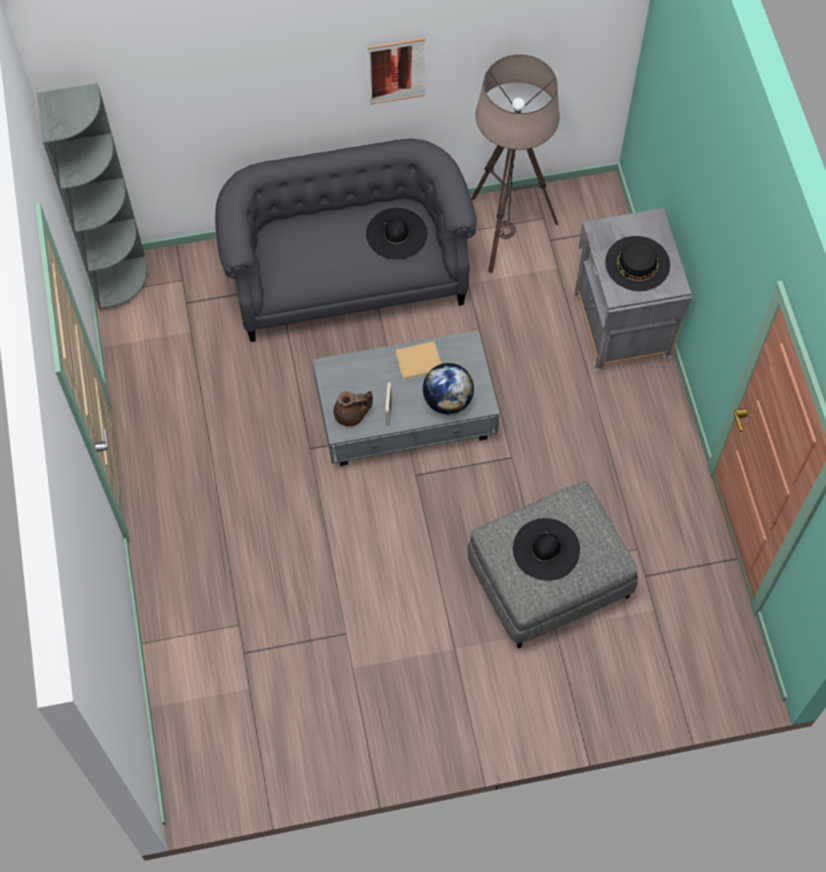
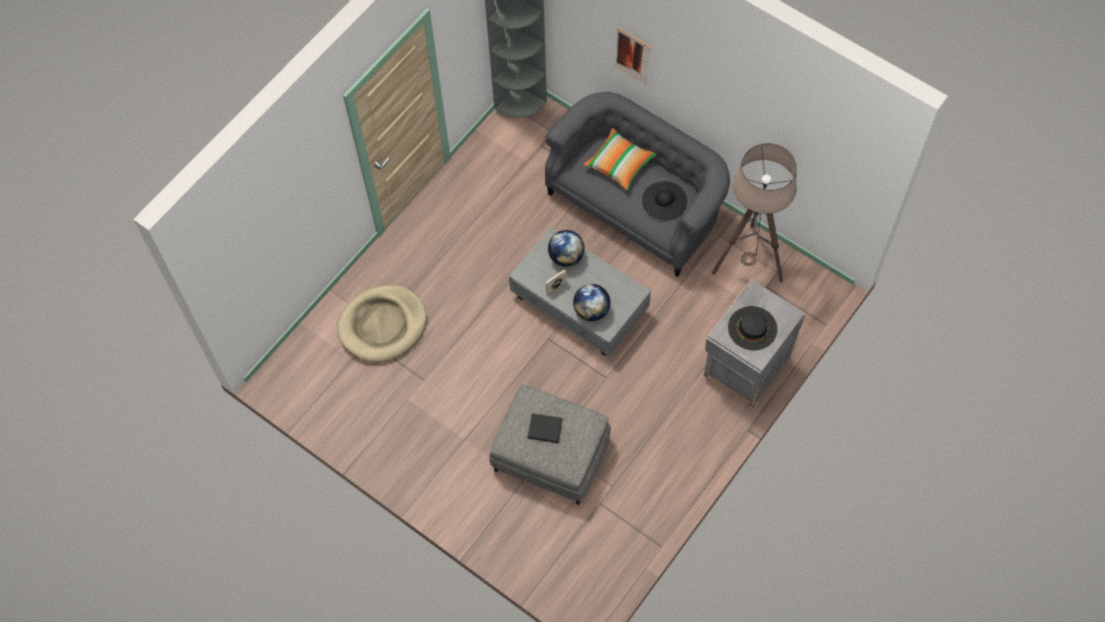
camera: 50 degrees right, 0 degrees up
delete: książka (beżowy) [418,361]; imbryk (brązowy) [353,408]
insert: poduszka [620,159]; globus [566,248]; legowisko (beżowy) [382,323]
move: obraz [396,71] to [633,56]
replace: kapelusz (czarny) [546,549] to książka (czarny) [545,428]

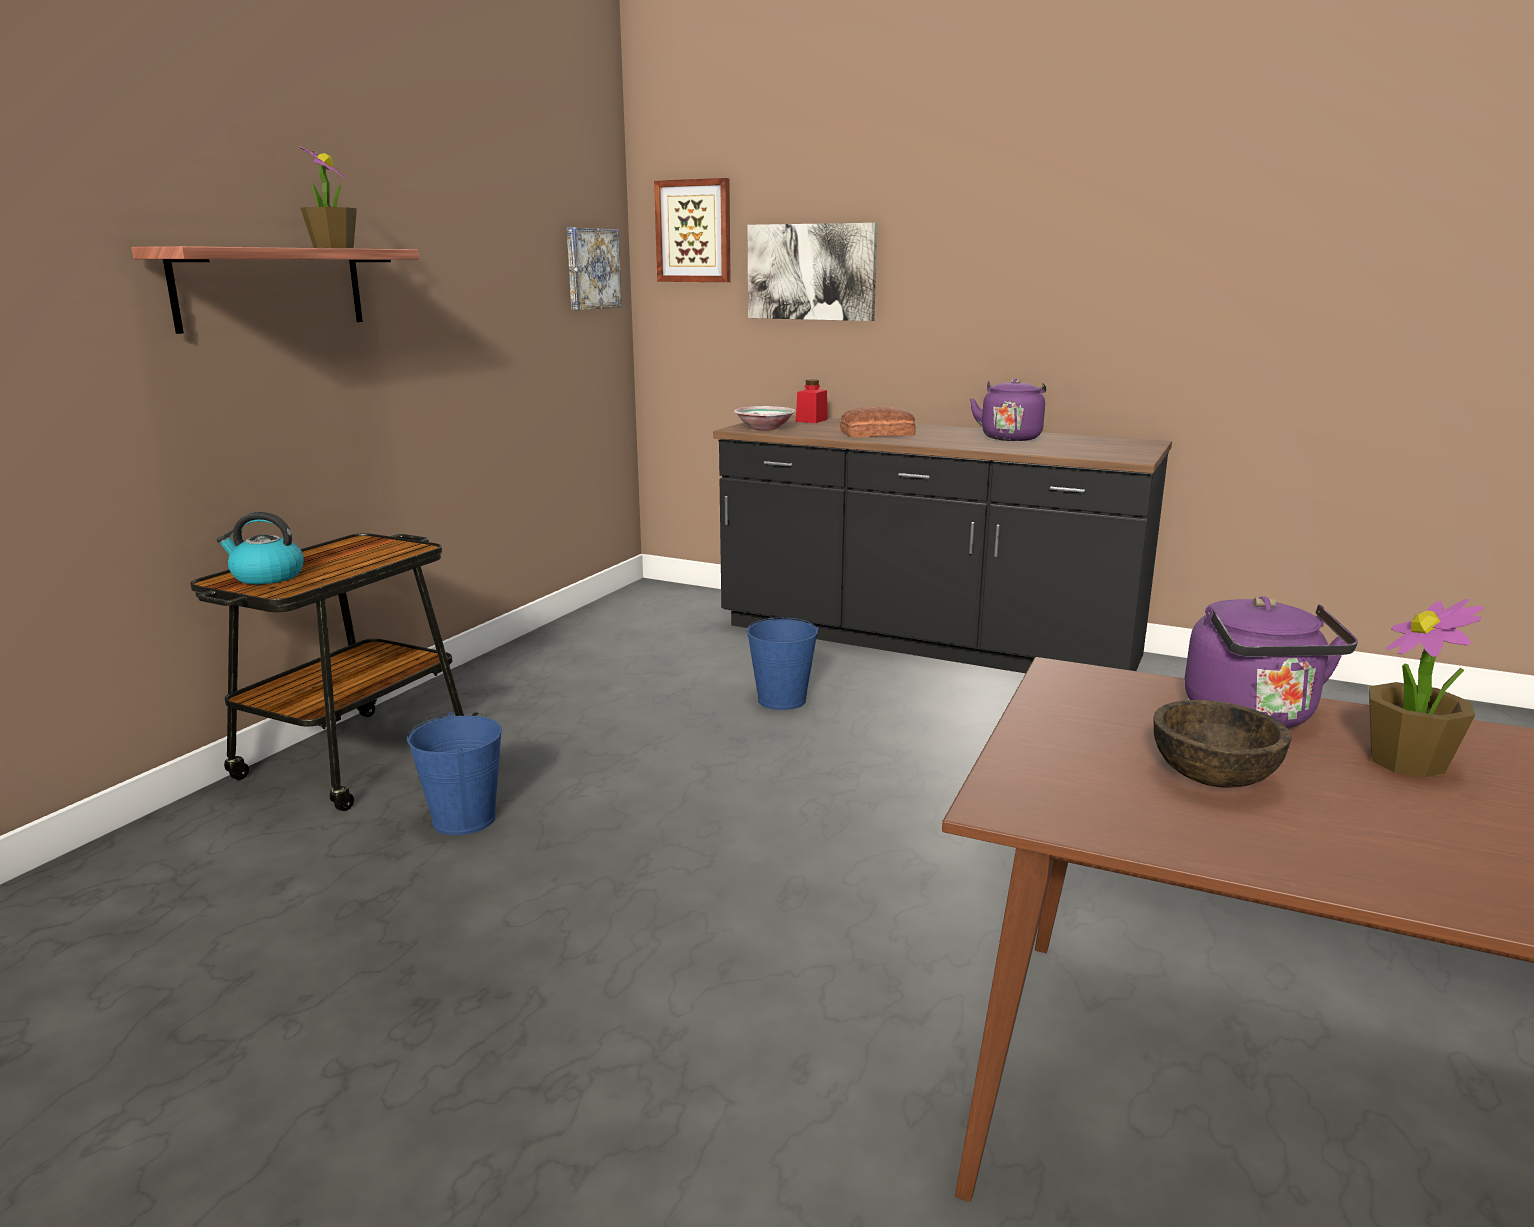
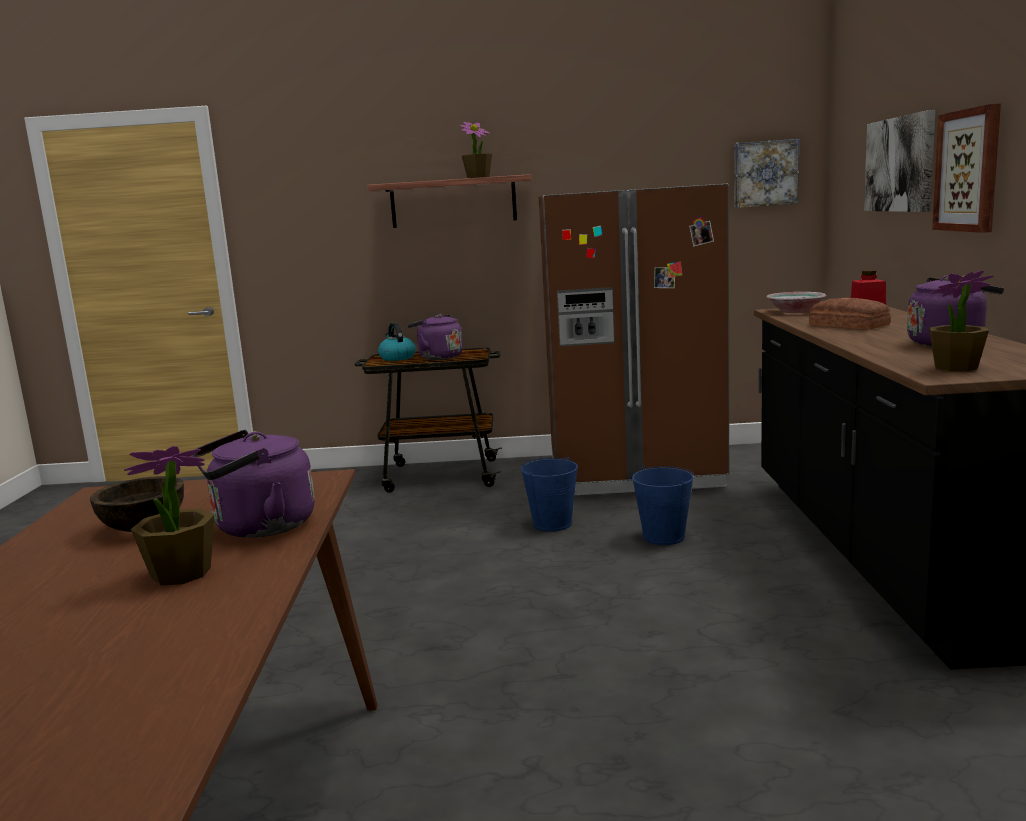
camera: 65 degrees right, 5 degrees down
insert: lodówka (brązowy) [634,339]; roślina doniczkowa [961,320]; czajnik (fioletowy) [435,337]
move: obraz [692,230] to [966,168]; wiadro (niebieski) [454,773] to [549,494]

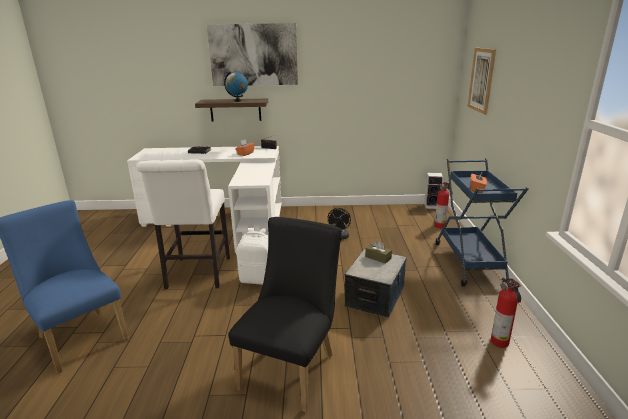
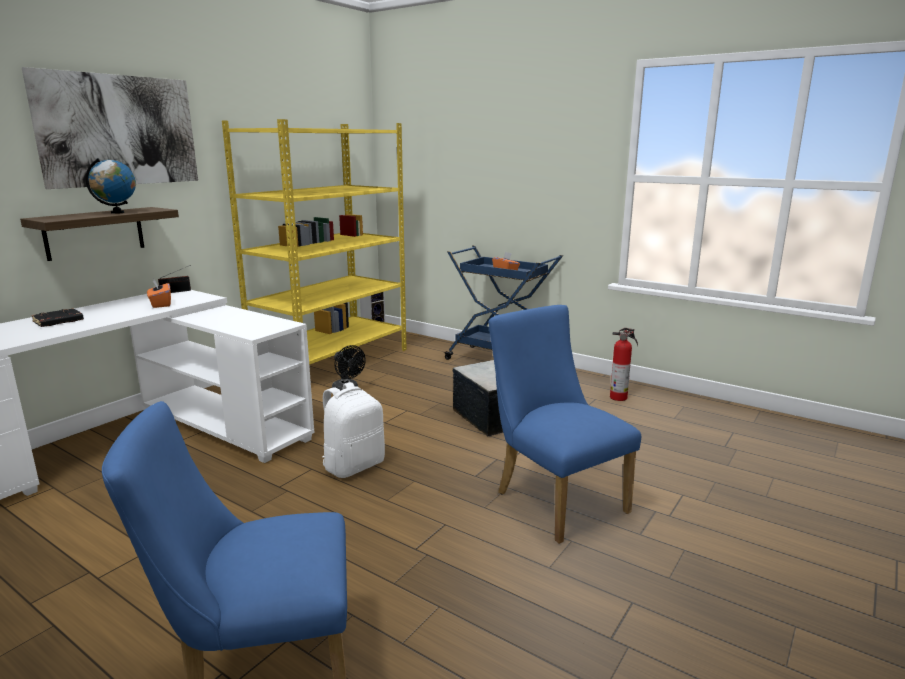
camera: 55 degrees left, 5 degrees down
delete: obraz [482,81]; stołek (biały) [183,224]; gaśnica [443,205]; pudełko chusteczek (brązowy) [378,252]
insert: regał (żółty) [314,242]
recolor: krzesło (czarny) [285,314] to krzesło (niebieski) [565,424]

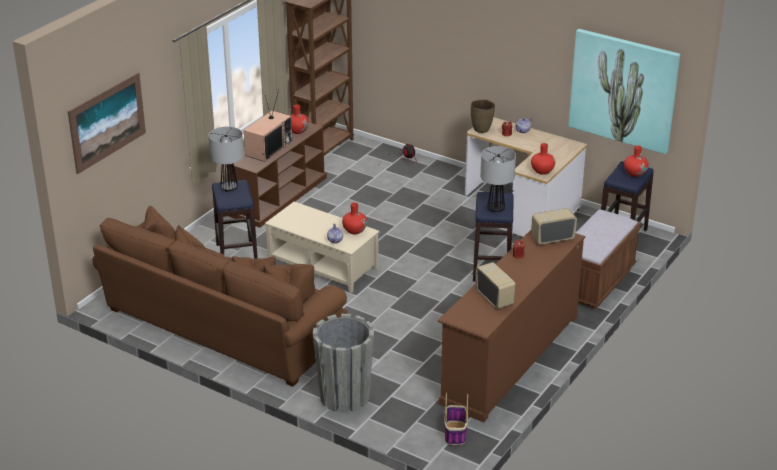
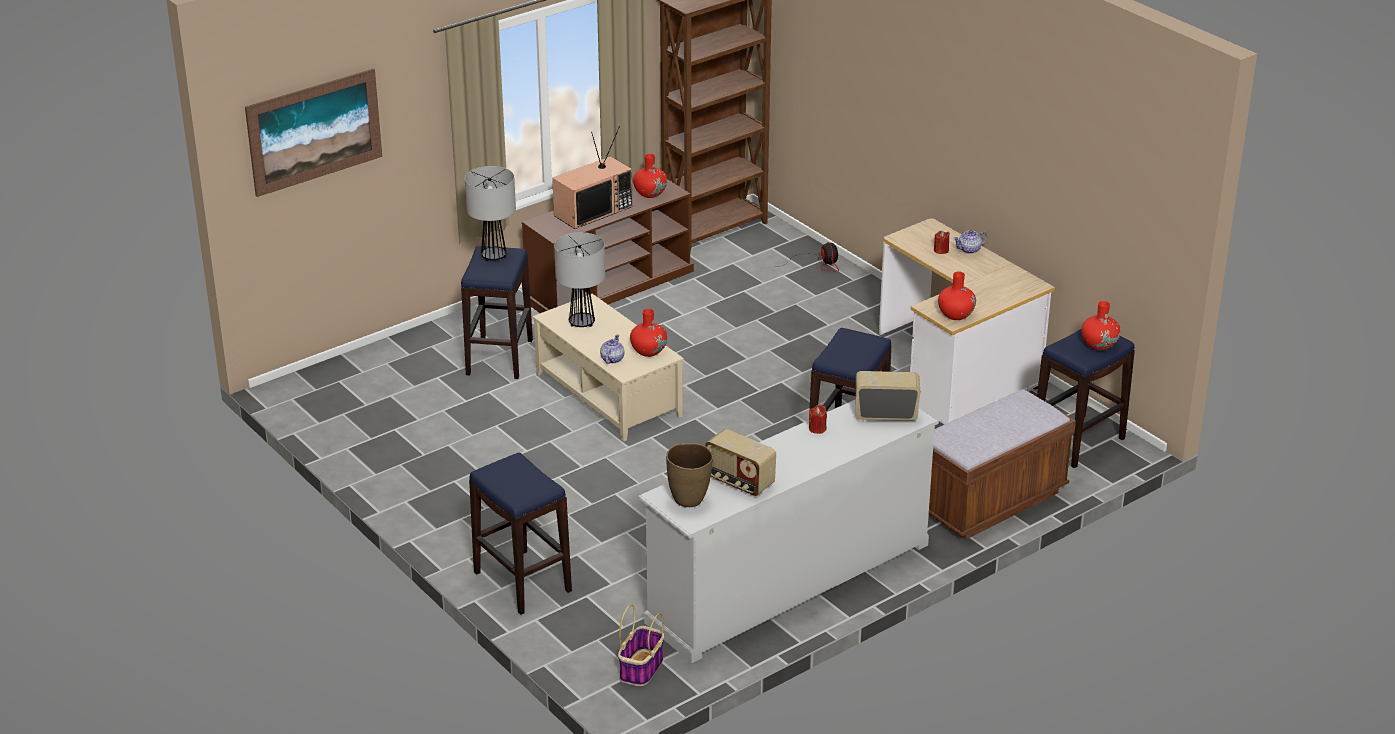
camera: 20 degrees right, 0 degrees up
delete: obraz [624,91]; kanapa (brązowy) [219,296]
move: wazon (brązowy) [483,116] to [689,475]; lampa stołowa [498,179] to [579,279]
replace: donica (szary) [343,363] to stołek [520,534]
recolor: szafka (brązowy) [511,326] to szafka (biały) [788,531]
rotate: radio [495,285] = [740,462] 135 degrees clockwise

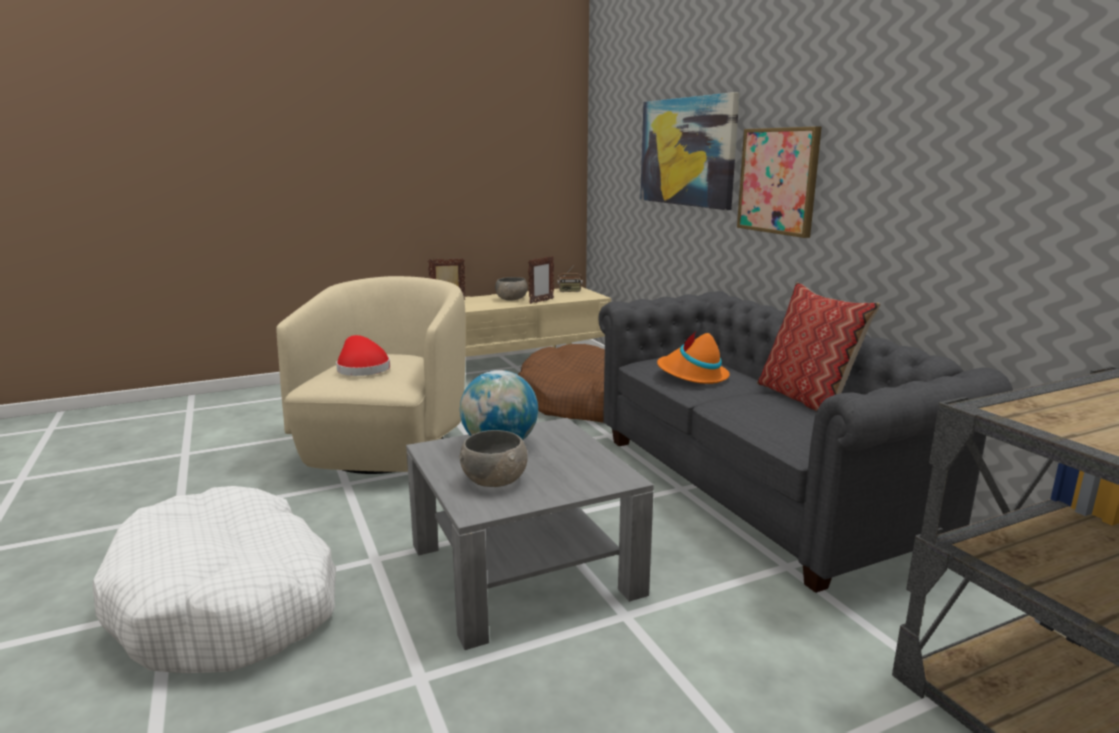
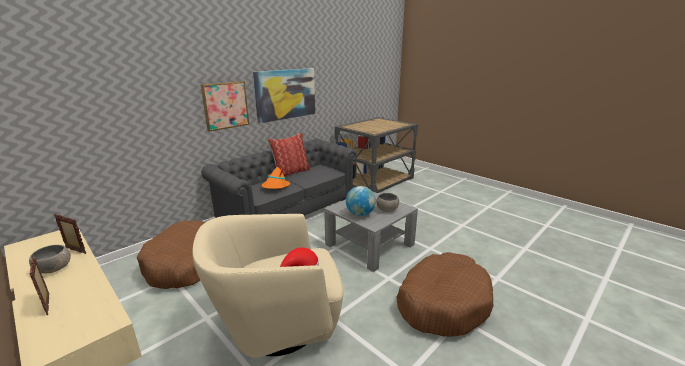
camera: 110 degrees left, 5 degrees up
delete: radio [570,278]
move: obraz [690,151] to [284,96]
recolor: legowisko (biały) [214,579] to legowisko (brązowy) [445,294]

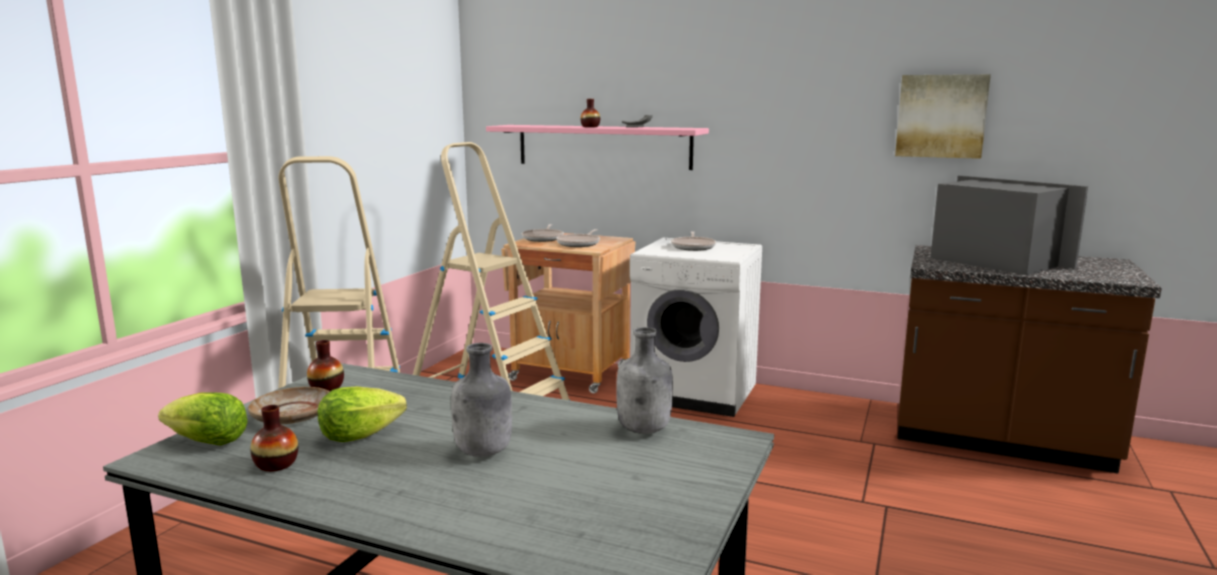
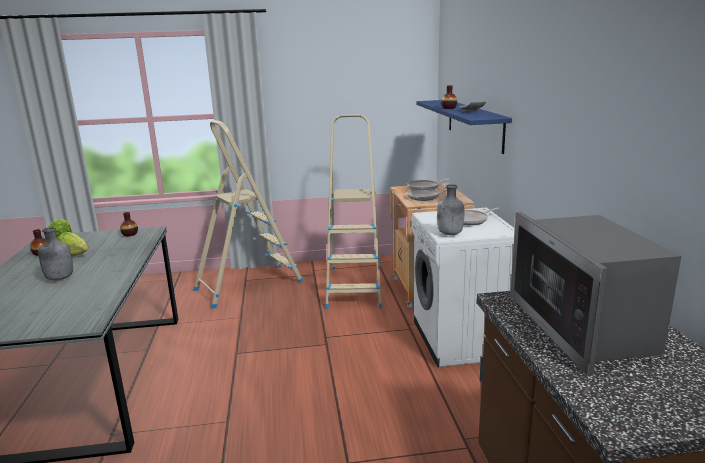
camera: 60 degrees right, 5 degrees up
delete: obraz [943,116]; talerz (beżowy) [289,405]
move: butelka (szary) [644,380] to [451,209]
recolor: półka (różowy) [597,147] to półka (niebieski) [464,127]
rotate: mikrofalówka [1010,225] = [595,294] 150 degrees clockwise

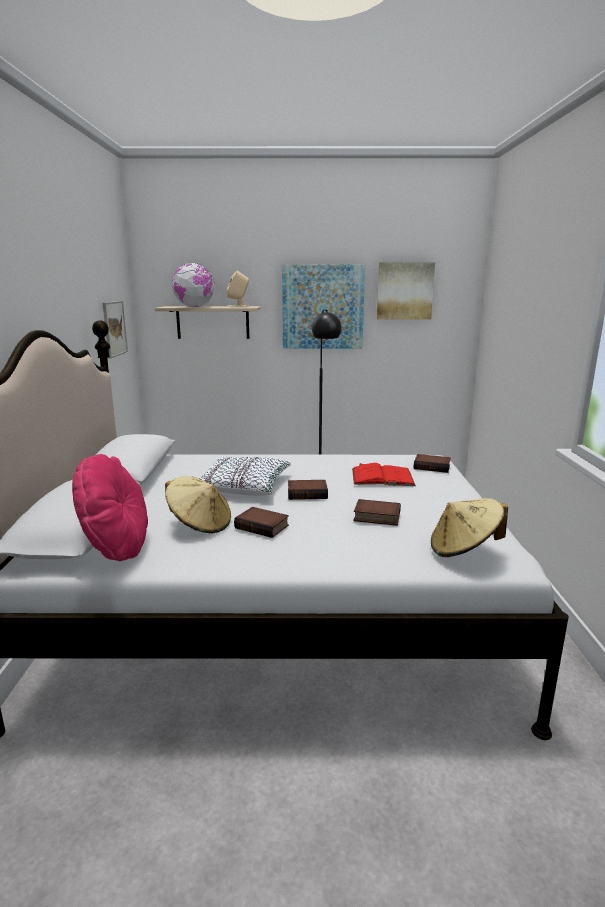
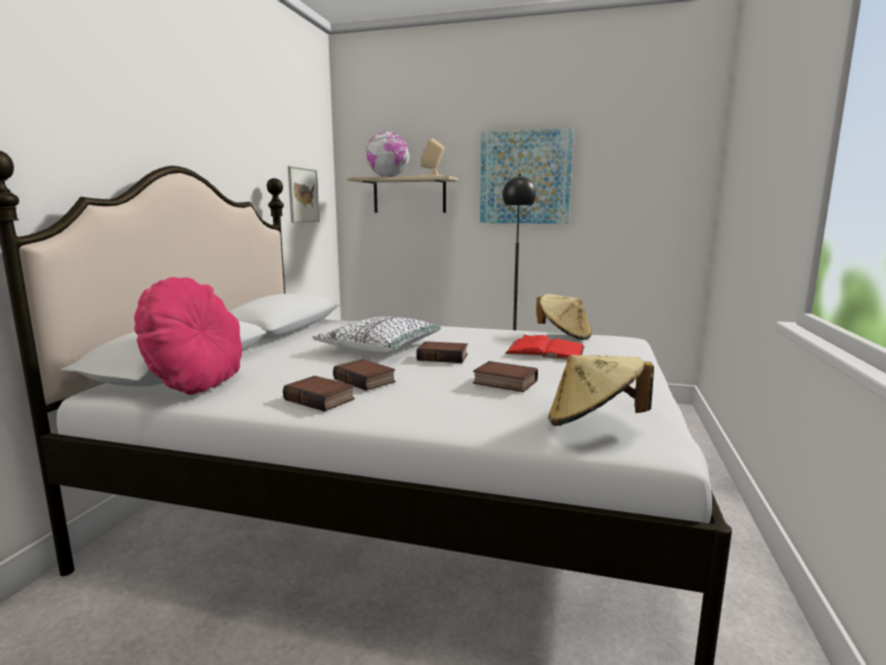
camera: 15 degrees right, 5 degrees down
delete: obraz [406,290]
move: książka [432,463] to [319,394]; kapelusz (beżowy) [198,505] to [564,317]

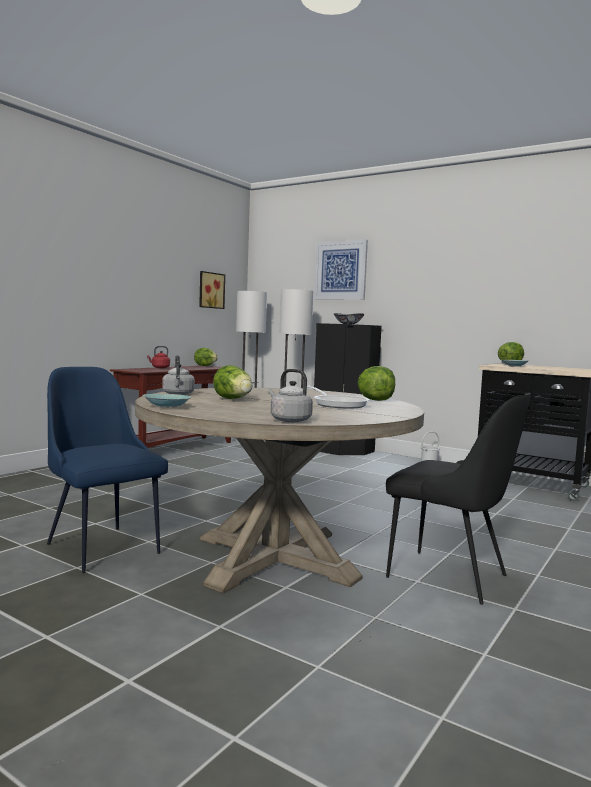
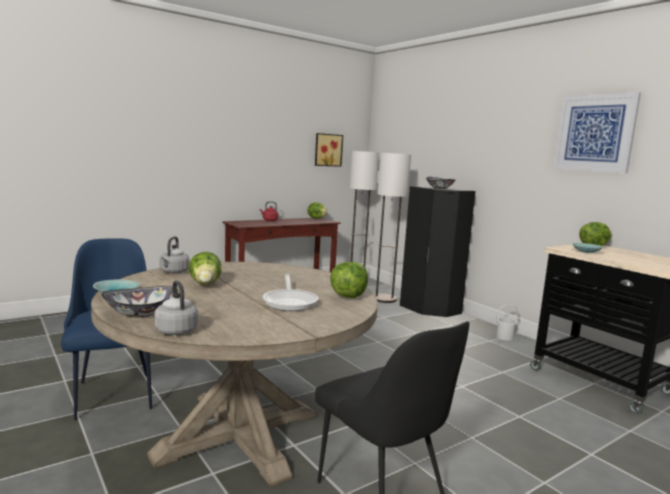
camera: 20 degrees right, 5 degrees up
insert: miska [139,301]
move: obraz [341,270] to [597,132]

